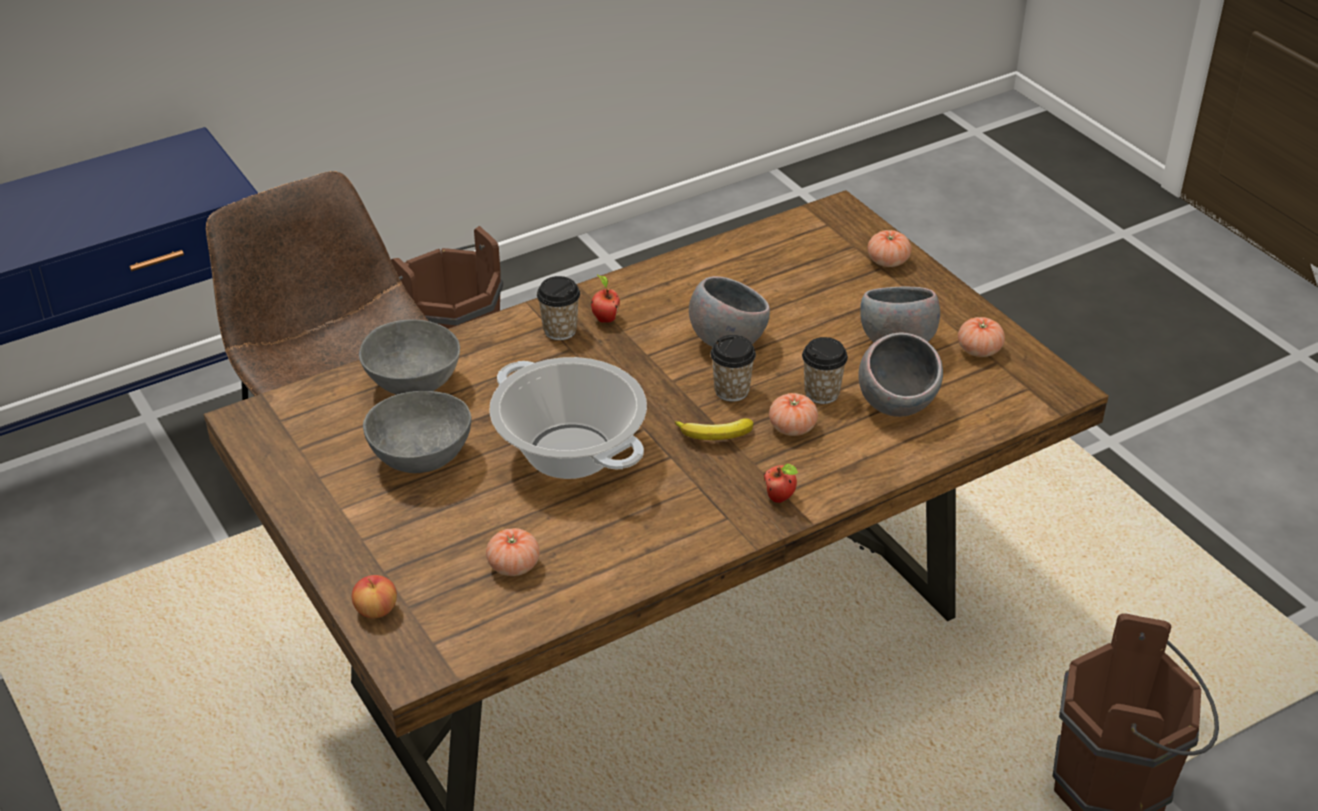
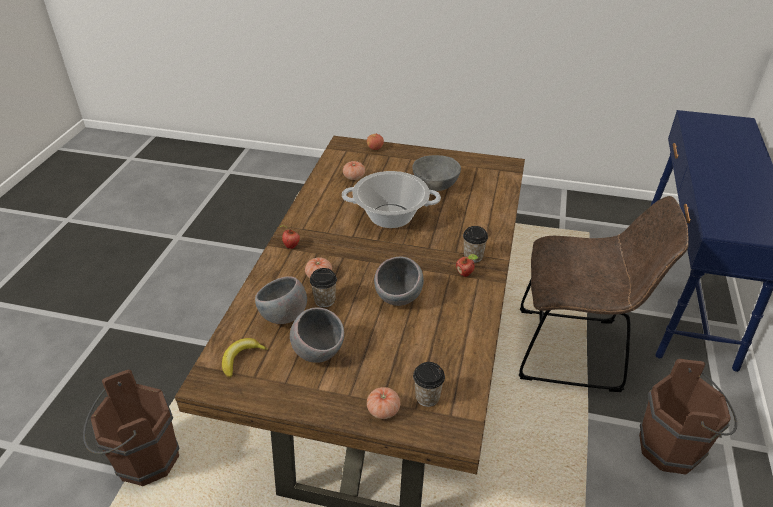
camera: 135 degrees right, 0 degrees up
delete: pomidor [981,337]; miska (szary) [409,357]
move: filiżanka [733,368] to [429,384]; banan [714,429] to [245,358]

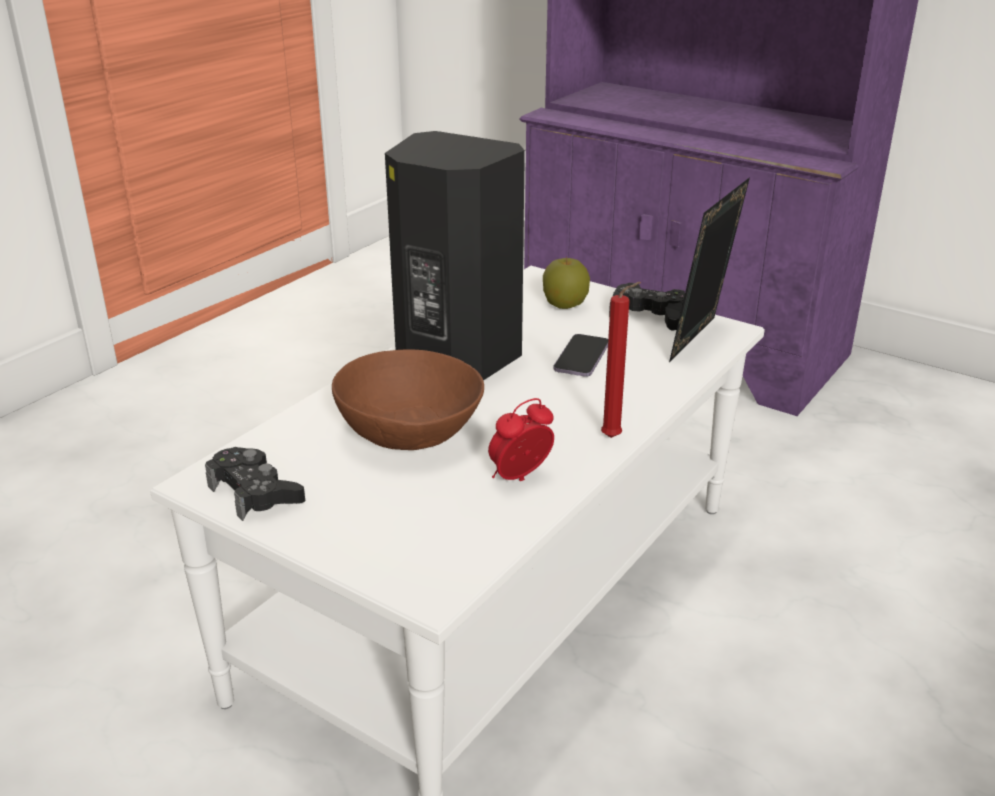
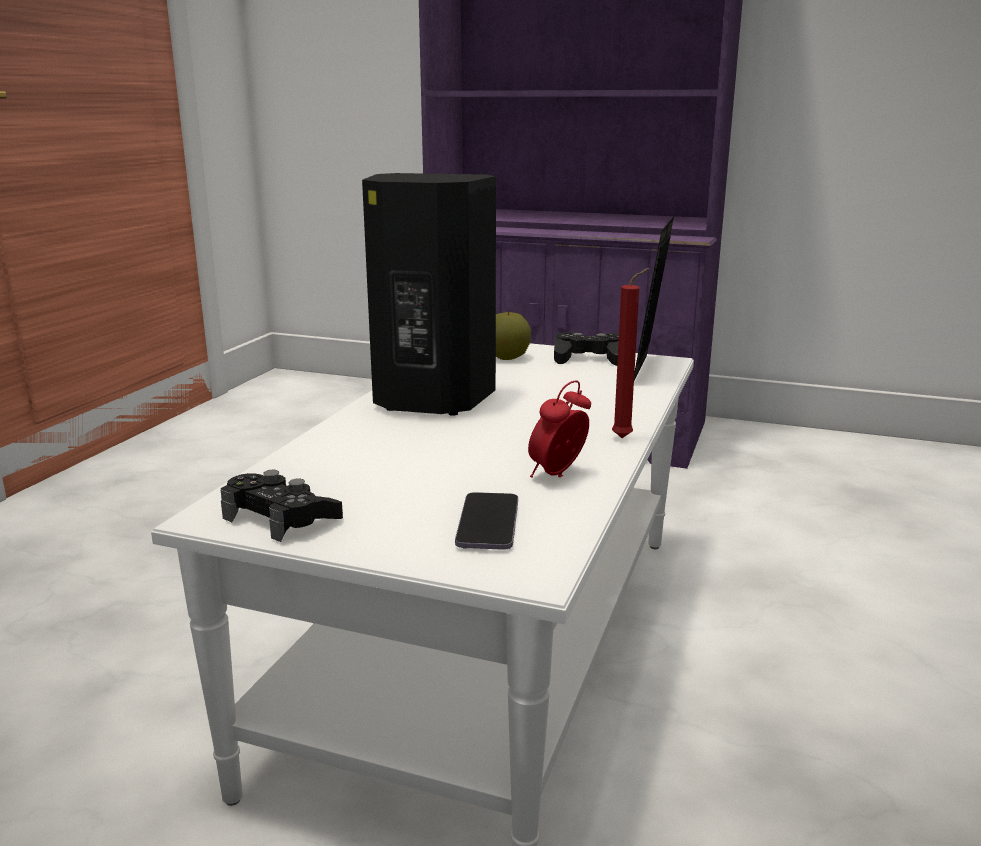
camera: 15 degrees left, 10 degrees down
delete: miska (brązowy) [408,399]
move: telefon [580,355] to [486,521]

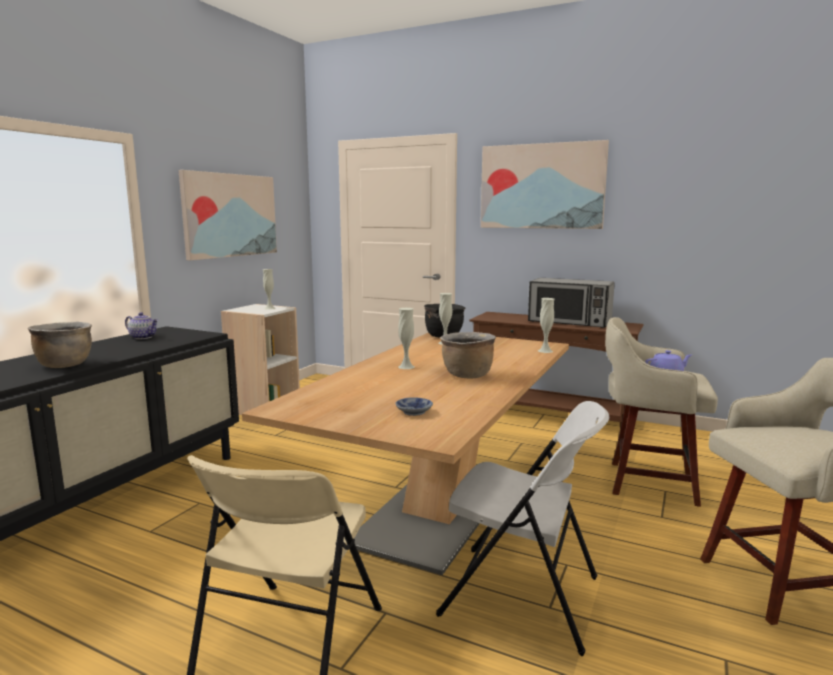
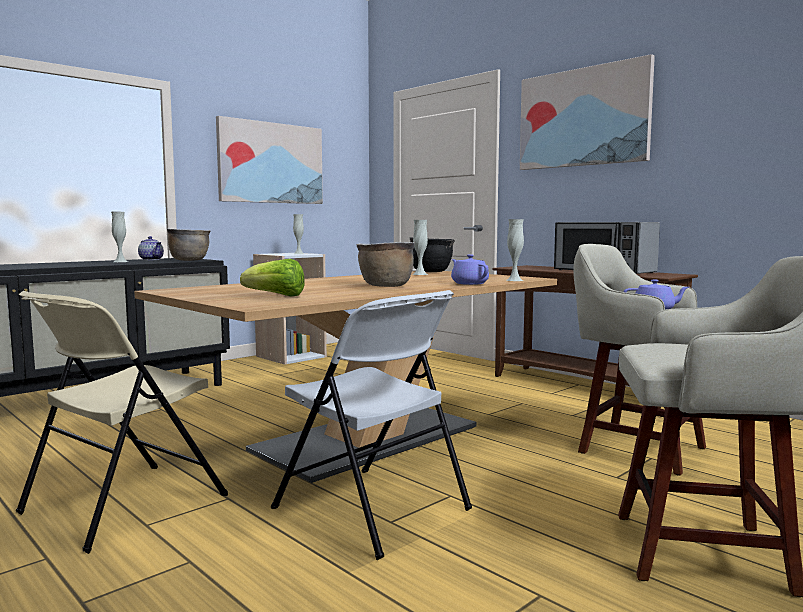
camera: 20 degrees right, 5 degrees down
insert: imbryk (fioletowy) [470,269]
move: wazon (biały) [406,338] to [119,237]; garnek (brązowy) [60,345] to [188,244]
replace: miska [414,406] to sałata [272,277]

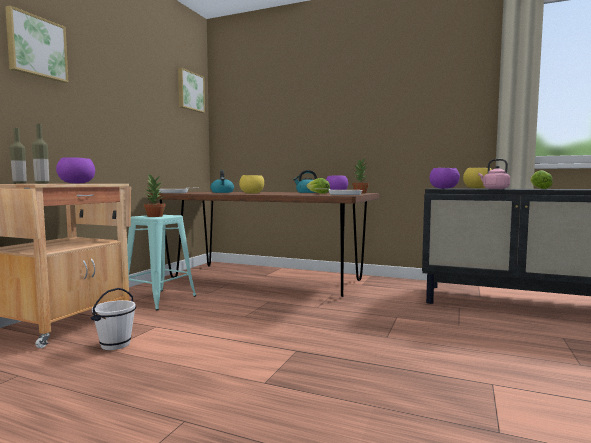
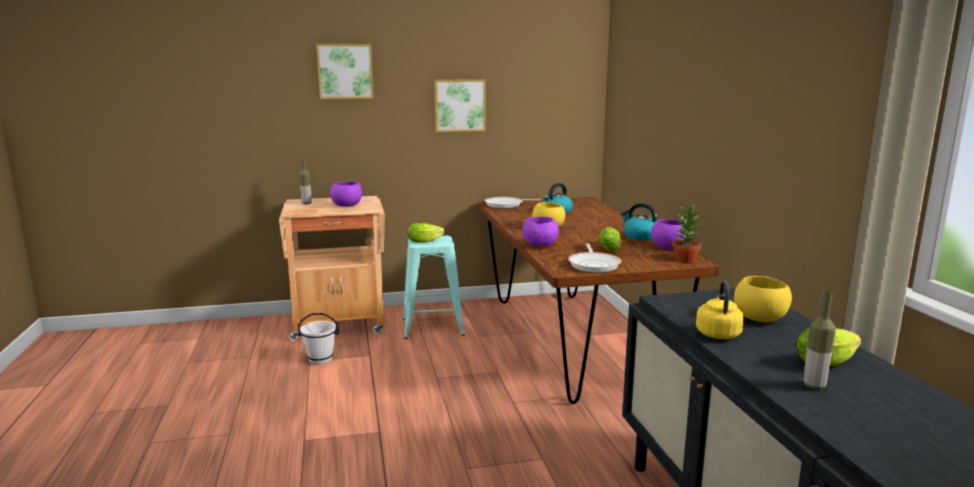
camera: 55 degrees right, 10 degrees up
move: obraz [191,90] to [460,105]; butelka [40,154] to [819,341]; miska (fioletowy) [445,178] to [540,232]
replace: roślina doniczkowa [154,195] to sałata [426,233]
recolor: czajnik (różowy) [494,174] to czajnik (żółty) [720,309]

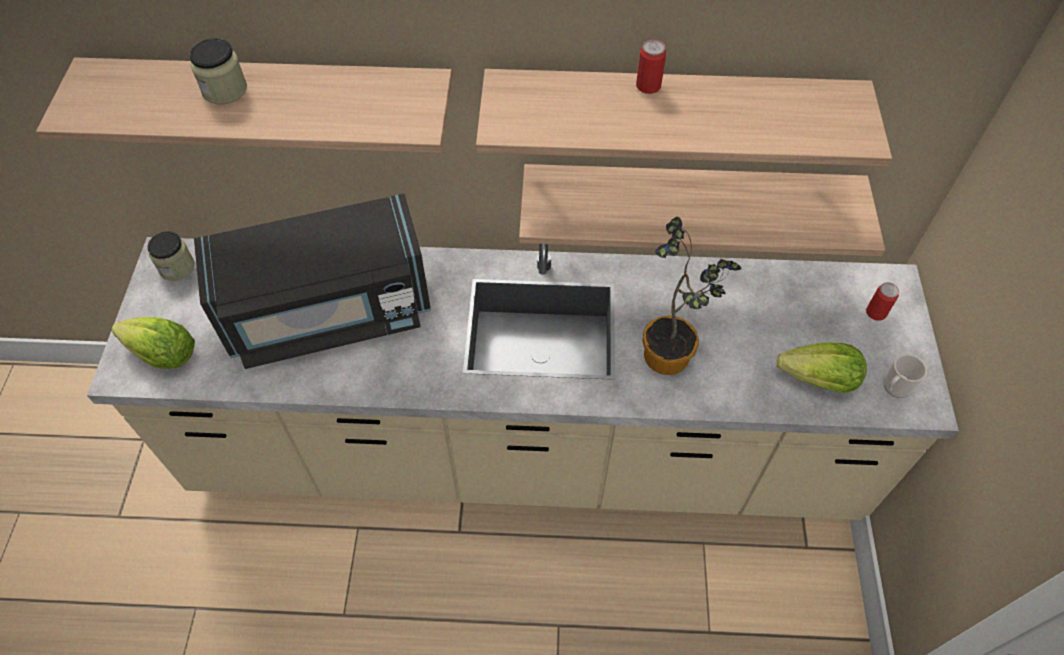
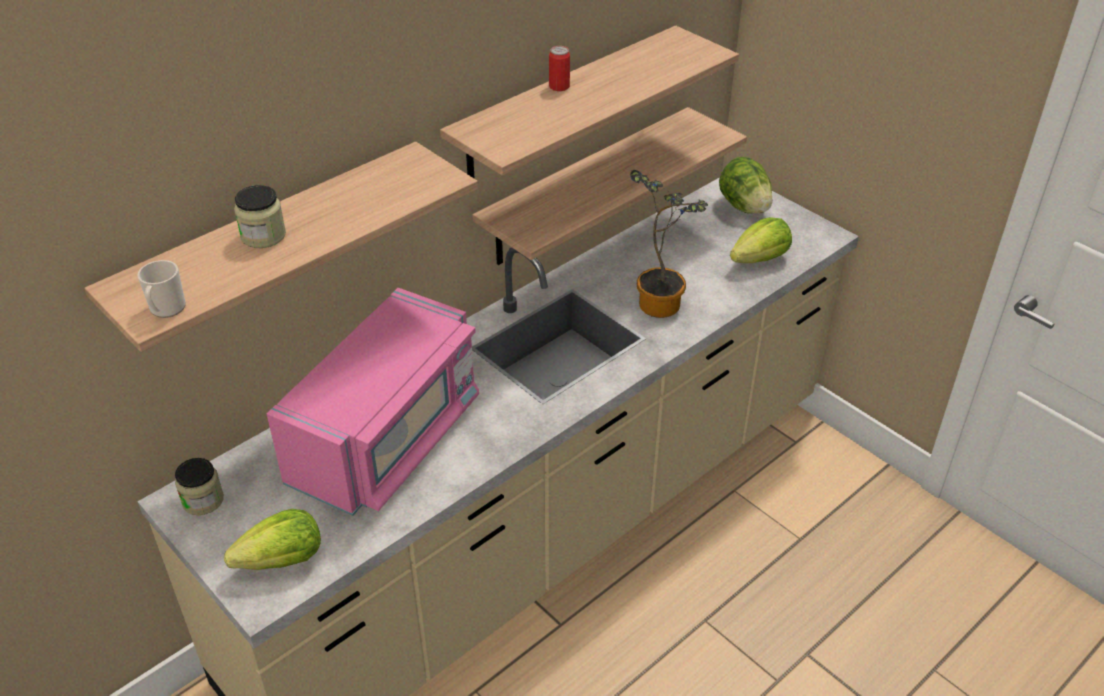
camera: 45 degrees left, 15 degrees down
move: kubek [905,376] to [161,289]
replace: puszka [882,301] to sałata [745,185]
recolor: mikrofalówka (czarny) [312,281] to mikrofalówka (różowy) [373,402]

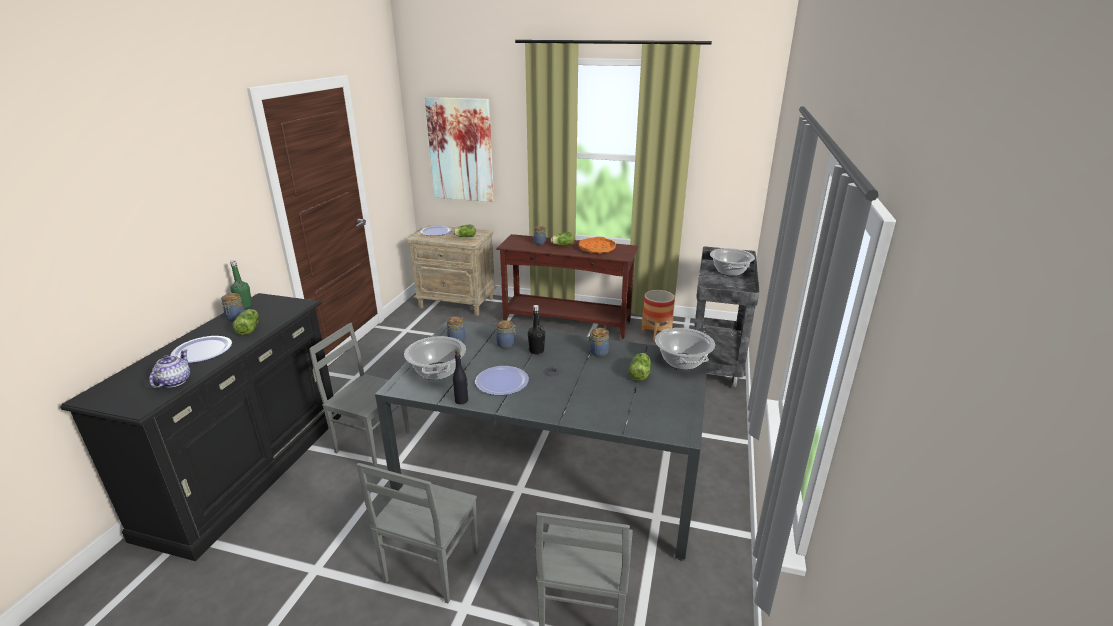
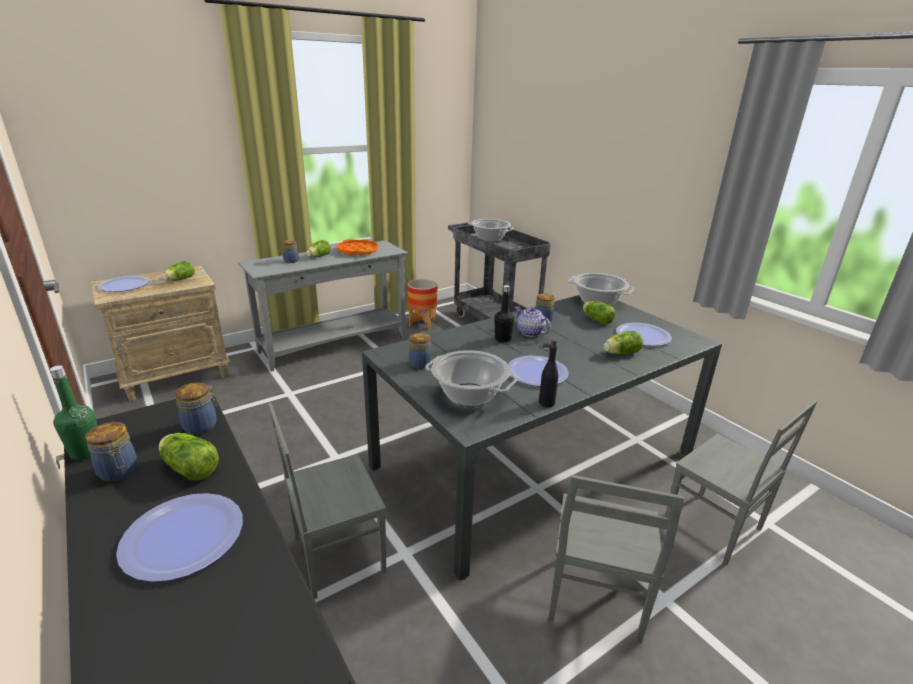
camera: 50 degrees left, 0 degrees up
delete: obraz [459,149]
insert: talerz [644,334]; sałata [623,342]
move: słoik [506,334] to [196,409]; imbryk [169,368] to [533,322]
recolor: stolik konsolowy (brązowy) [567,286] to stolik konsolowy (szary) [323,306]
rotate: krzesło (szary) [417,533] = [616,559] 45 degrees clockwise

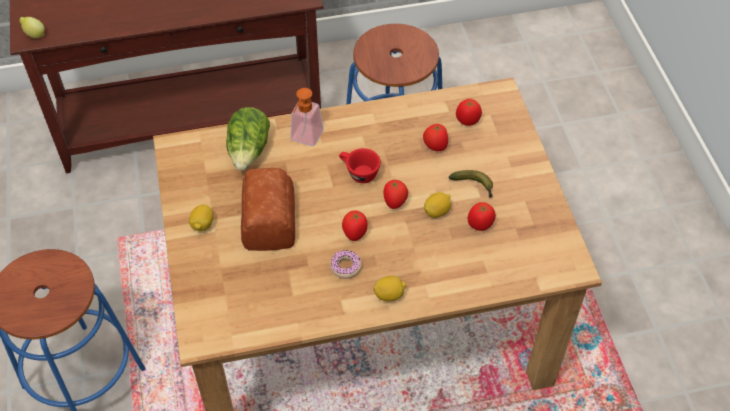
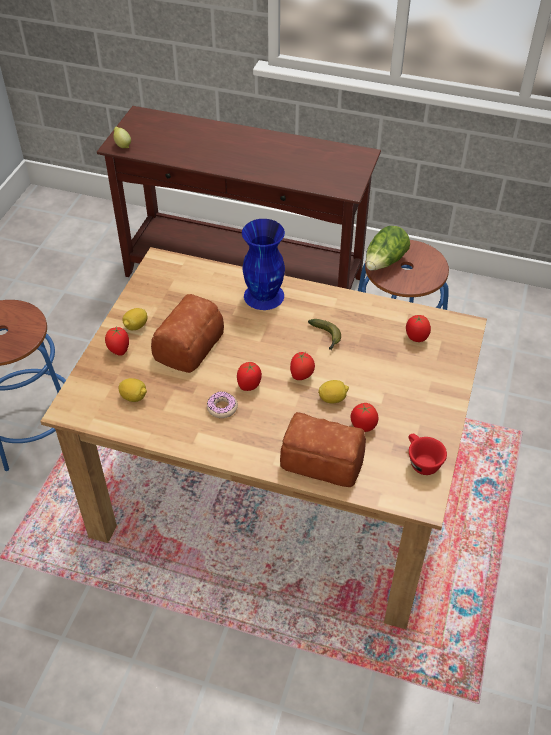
camera: 30 degrees right, 5 degrees down
insert: chleb [323,449]
move: sałata [248,139] to [388,248]; pomidor [435,137] to [117,341]; filiżanka (czerwony) [360,165] to [428,454]; banan [471,184] to [324,334]; cytryna [390,288] to [132,390]
replace: dozownik mydła [307,117] to wazon (niebieski) [263,264]

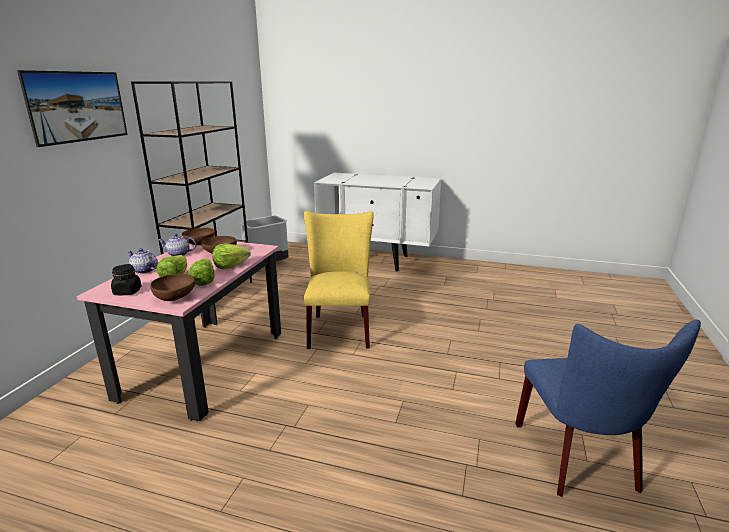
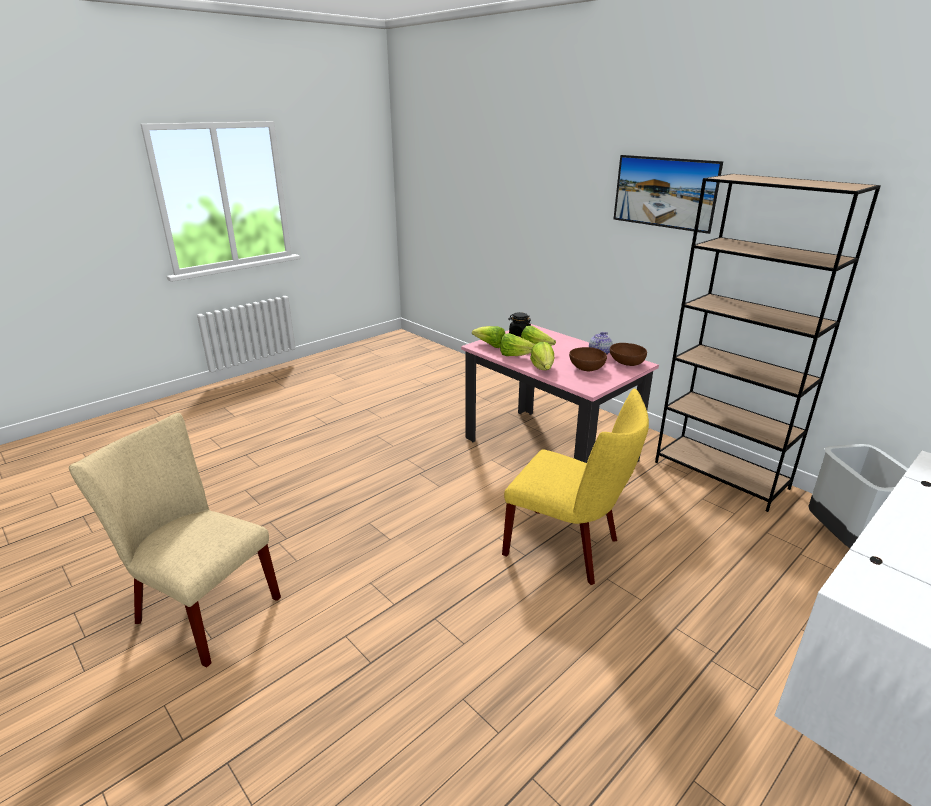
camera: 120 degrees right, 5 degrees up
delete: imbryk [142,261]
replace: miska (brązowy) [172,287] to sałata [488,337]
recolor: krzesło (niebieski) [608,408] to krzesło (beżowy) [175,540]

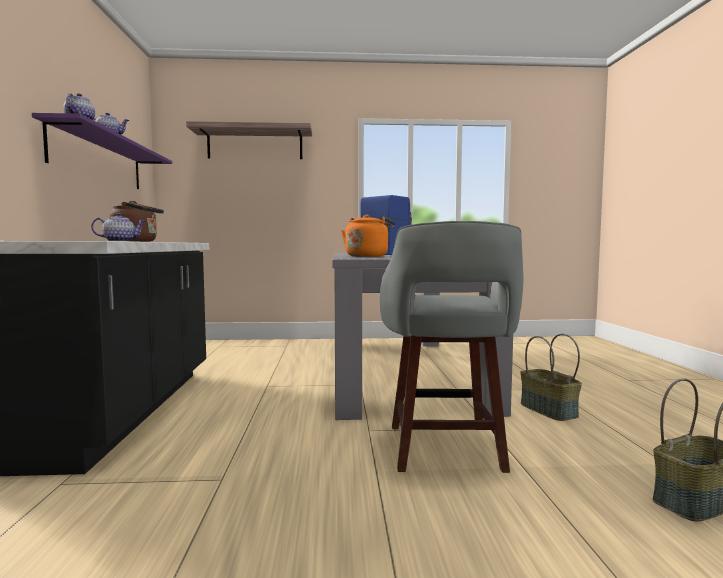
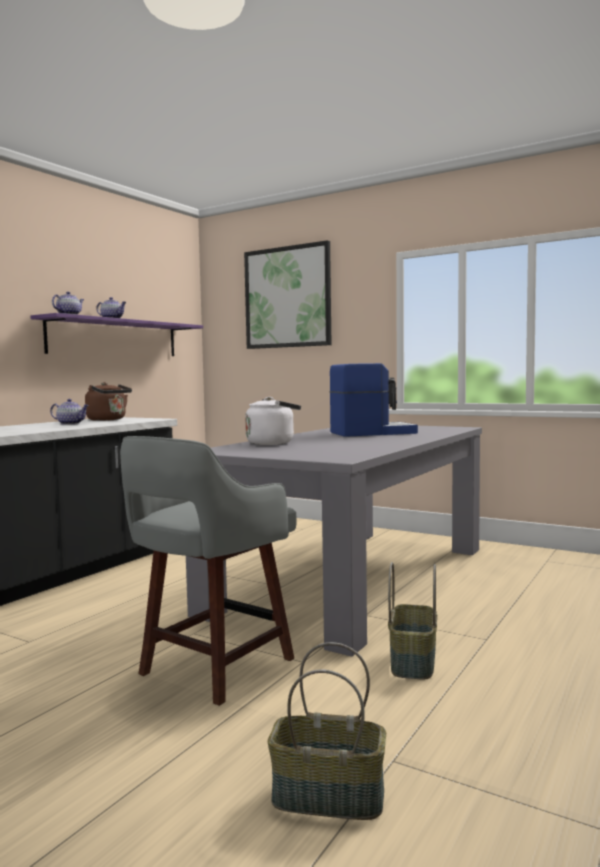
camera: 35 degrees right, 0 degrees up
replace: półka [249,140] to obraz [288,294]
recolor: czajnik (pomarańczowy) [368,235] to czajnik (biały) [273,421]

